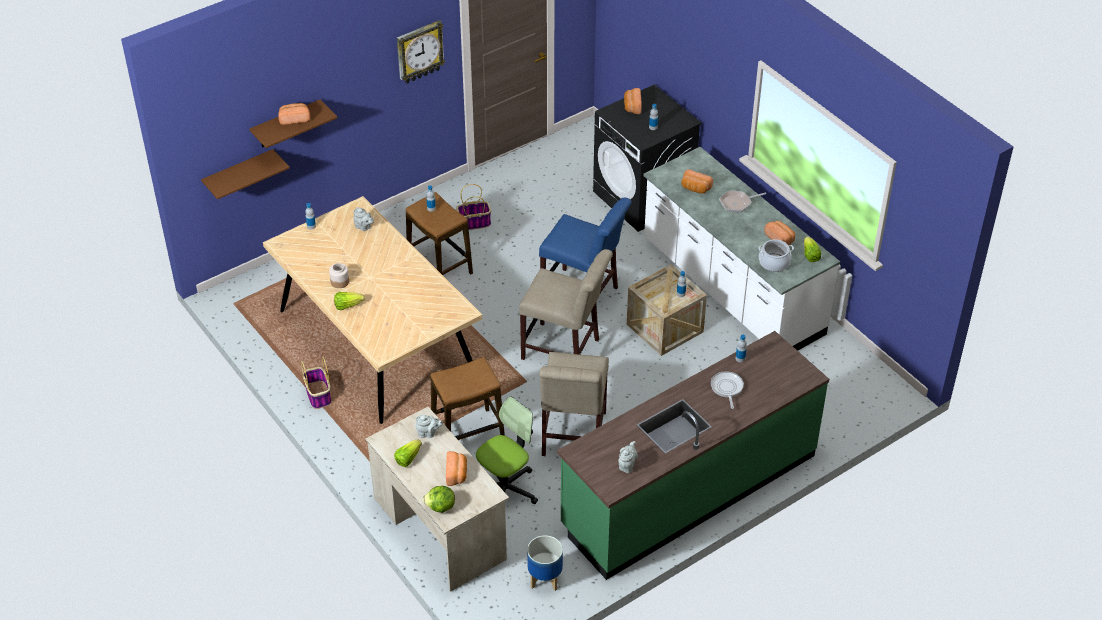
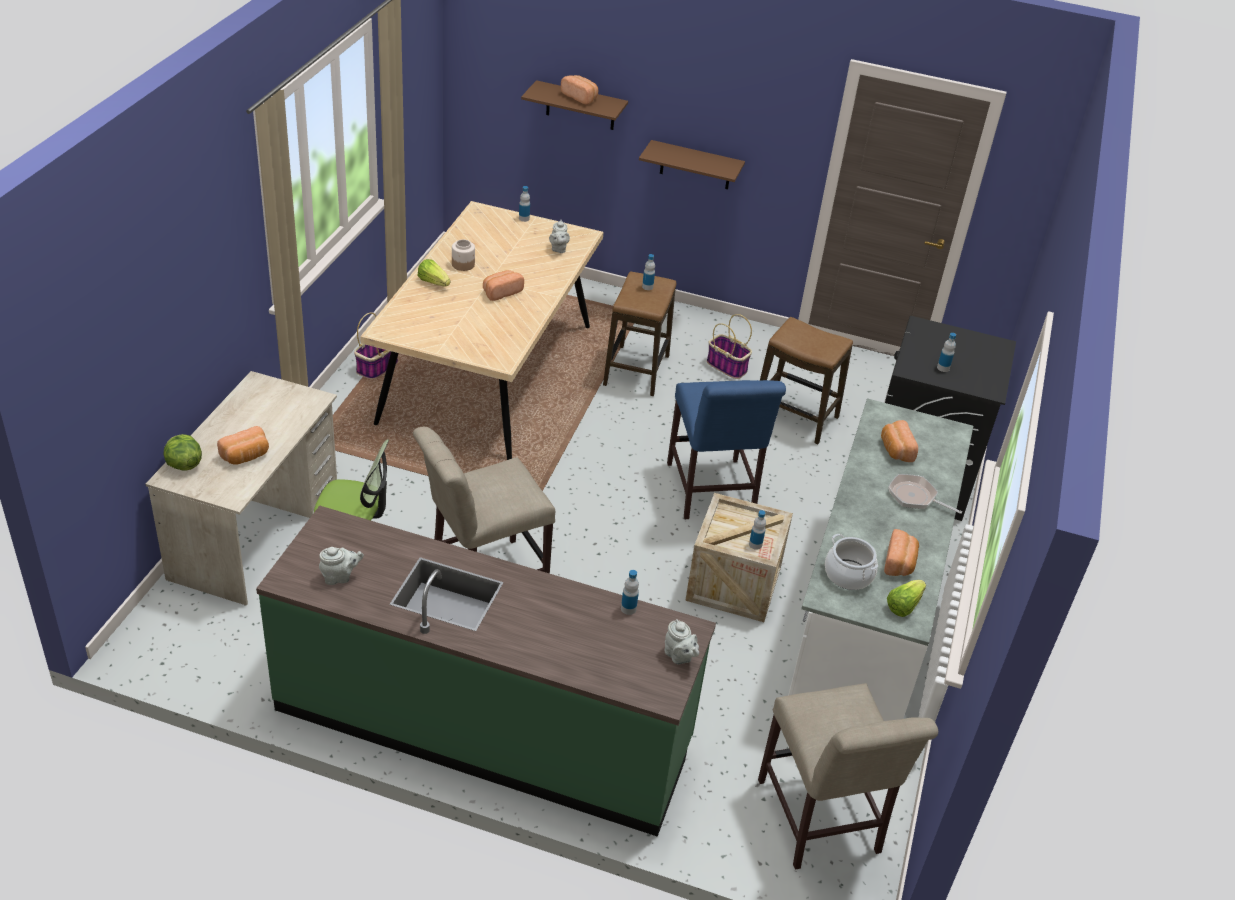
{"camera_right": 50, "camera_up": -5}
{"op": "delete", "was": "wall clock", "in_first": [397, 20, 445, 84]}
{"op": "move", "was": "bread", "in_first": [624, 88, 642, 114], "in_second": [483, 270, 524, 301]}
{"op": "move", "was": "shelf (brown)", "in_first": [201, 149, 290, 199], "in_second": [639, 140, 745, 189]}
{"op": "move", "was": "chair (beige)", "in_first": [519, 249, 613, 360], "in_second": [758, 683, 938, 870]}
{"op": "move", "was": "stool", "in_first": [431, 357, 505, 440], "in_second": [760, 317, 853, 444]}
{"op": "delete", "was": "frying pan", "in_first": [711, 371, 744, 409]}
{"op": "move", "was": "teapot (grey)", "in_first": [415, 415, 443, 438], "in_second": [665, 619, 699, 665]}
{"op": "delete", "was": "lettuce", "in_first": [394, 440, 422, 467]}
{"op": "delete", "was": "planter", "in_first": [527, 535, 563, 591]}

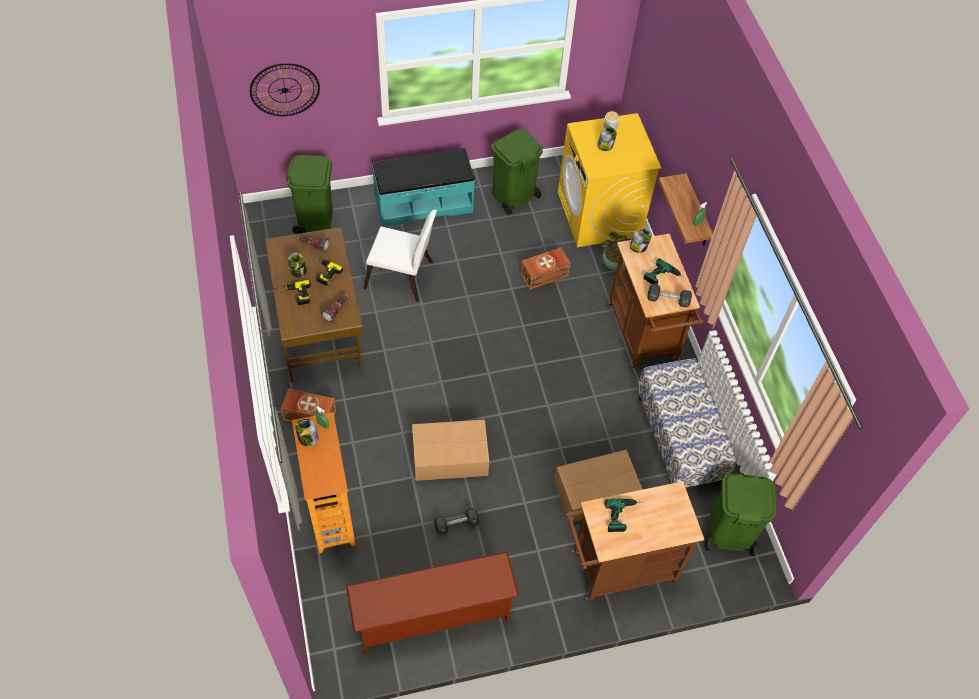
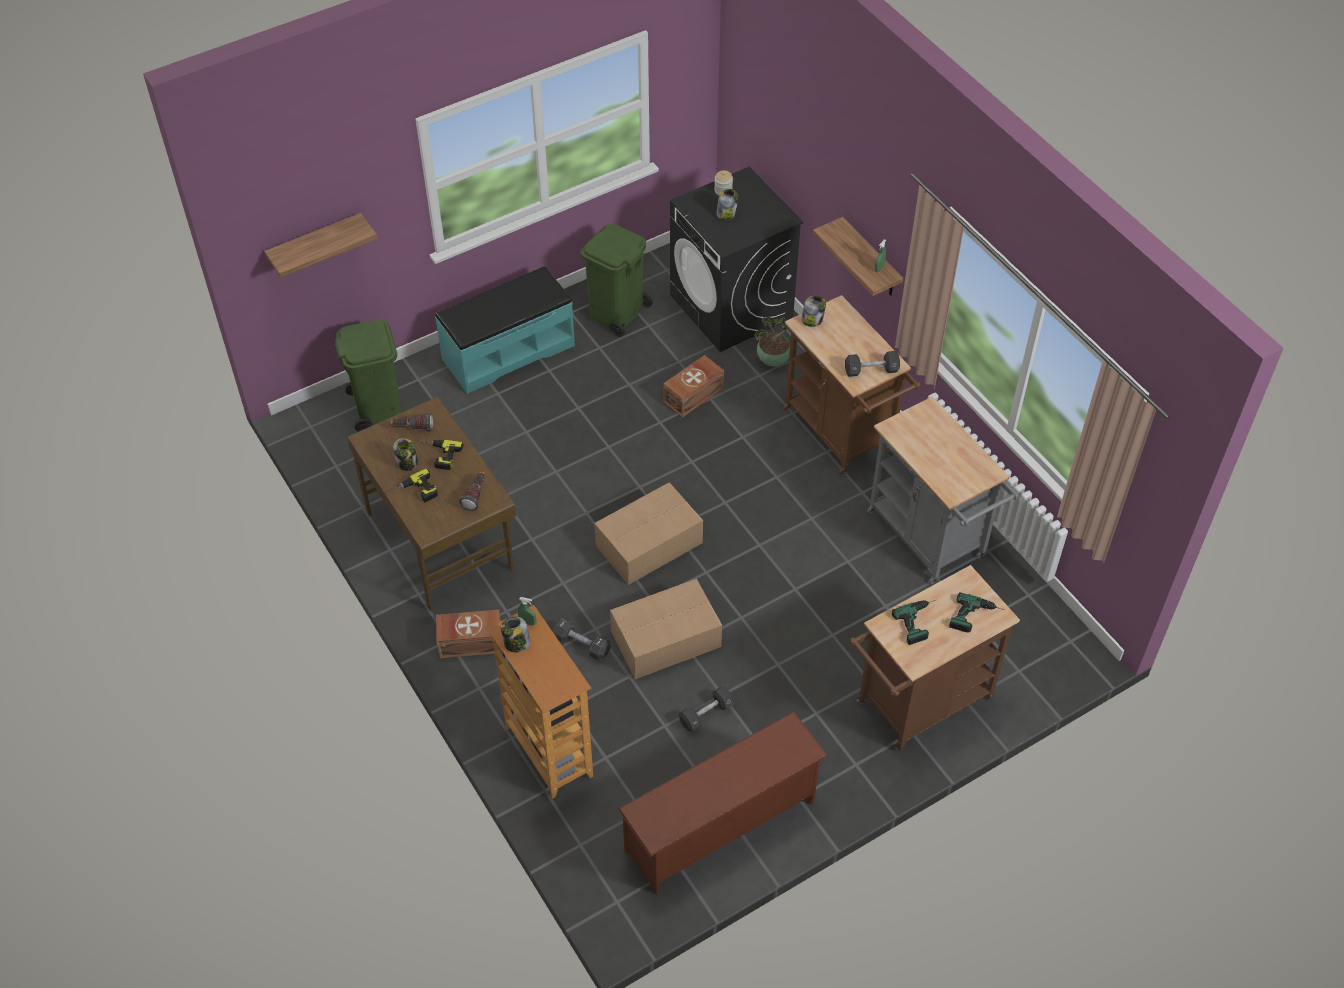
{"camera_right": -15, "camera_up": -5}
{"op": "replace", "was": "wall clock", "now": "shelf", "in_first": [250, 63, 320, 116], "in_second": [264, 213, 377, 278]}
{"op": "recolor", "was": "washing machine (yellow)", "now": "washing machine (black)", "in_first": [558, 113, 661, 247], "in_second": [670, 167, 803, 352]}
{"op": "delete", "was": "chair (white)", "in_first": [363, 210, 437, 302]}
{"op": "move", "was": "power drill", "in_first": [643, 259, 685, 285], "in_second": [949, 592, 1005, 633]}
{"op": "replace", "was": "bench", "now": "cart (grey)", "in_first": [637, 358, 737, 488], "in_second": [867, 396, 1019, 584]}
{"op": "move", "was": "cardboard box", "in_first": [554, 450, 643, 522], "in_second": [594, 482, 703, 585]}
{"op": "delete", "was": "trash can (green)", "in_first": [705, 473, 776, 557]}
{"op": "insert", "now": "dumbbell (black)", "in_second": [552, 617, 611, 660]}

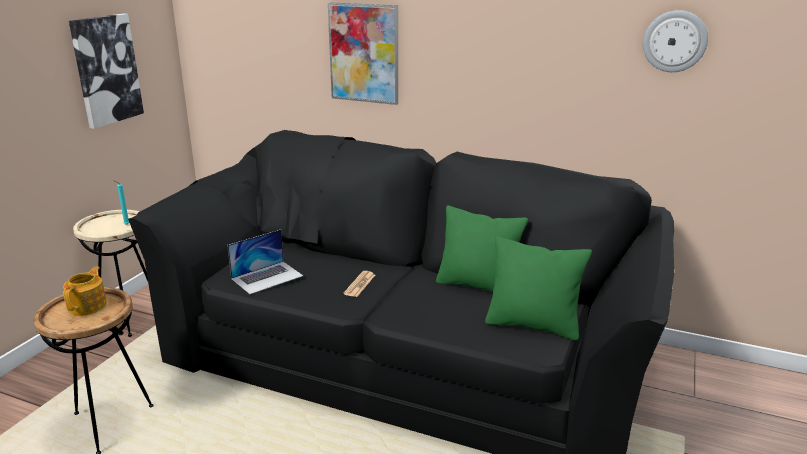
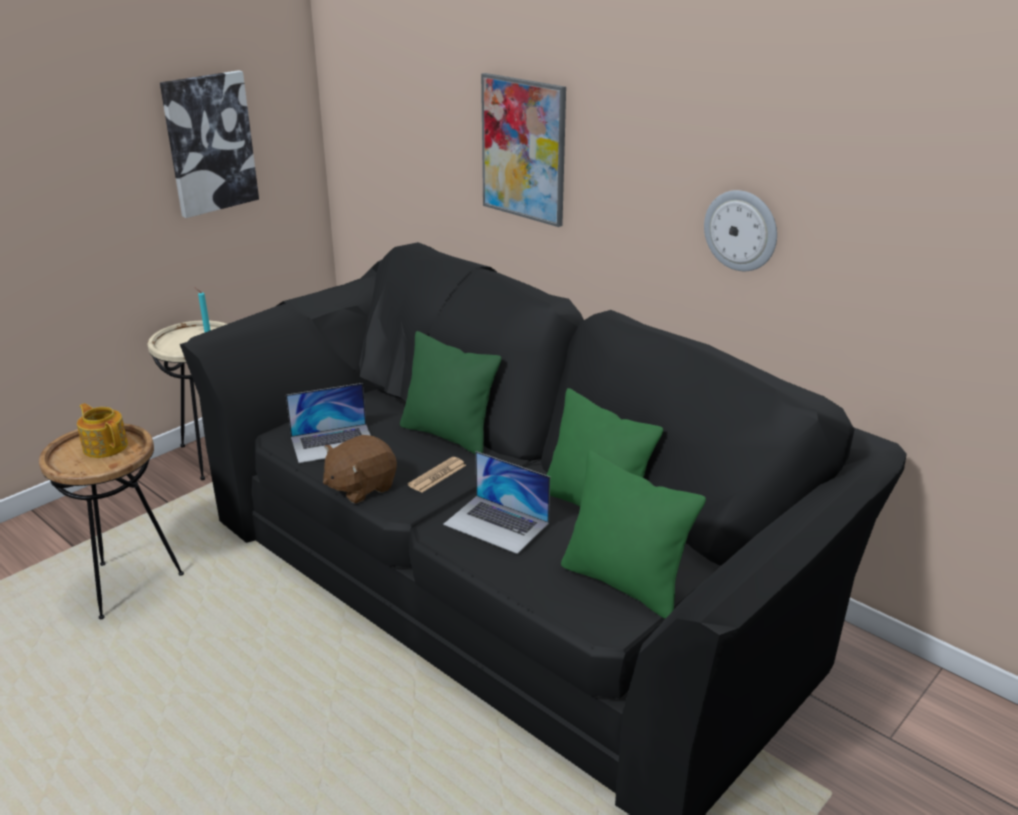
{"camera_right": 20, "camera_up": 5}
{"op": "move", "was": "wall clock", "in_first": [643, 10, 708, 72], "in_second": [704, 190, 777, 271]}
{"op": "rotate", "was": "teapot", "in_first": [63, 266, 107, 316], "in_second": [77, 403, 128, 458], "clockwise": -75}
{"op": "insert", "now": "pillow (green)", "in_second": [400, 331, 502, 454]}
{"op": "insert", "now": "plush toy (brown)", "in_second": [323, 435, 397, 504]}
{"op": "insert", "now": "laptop", "in_second": [443, 451, 550, 554]}

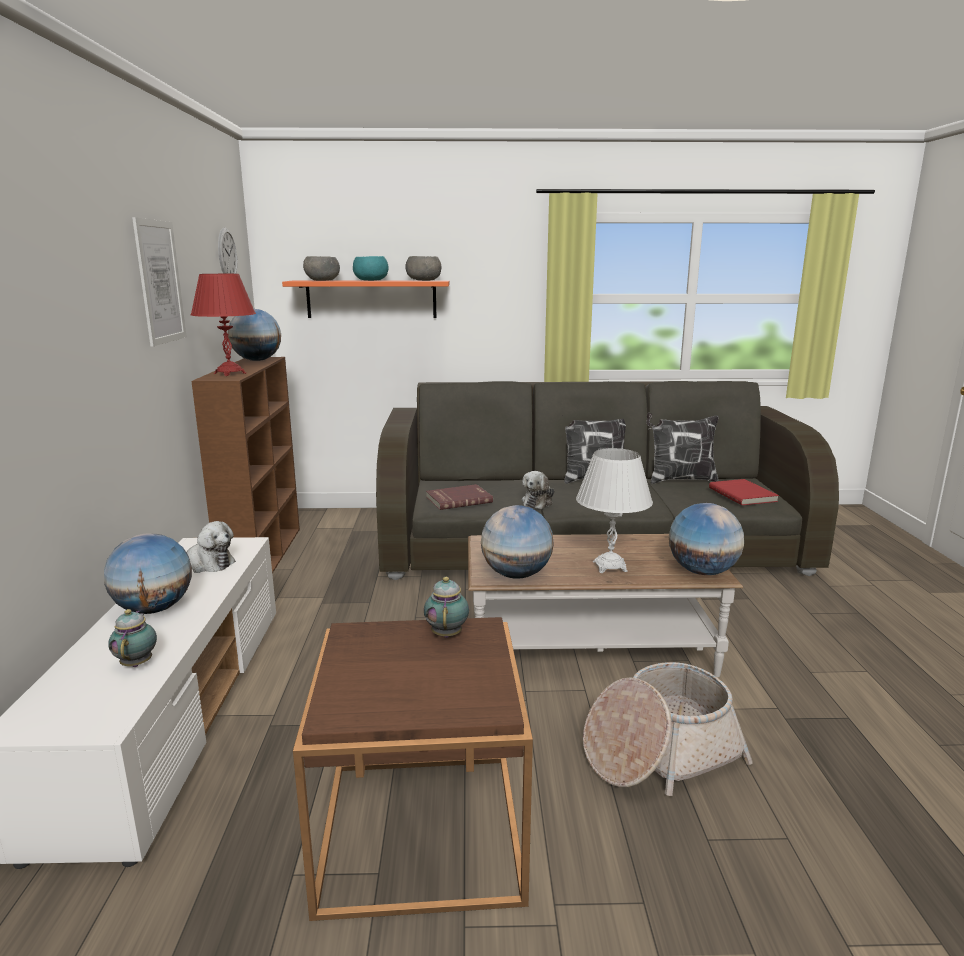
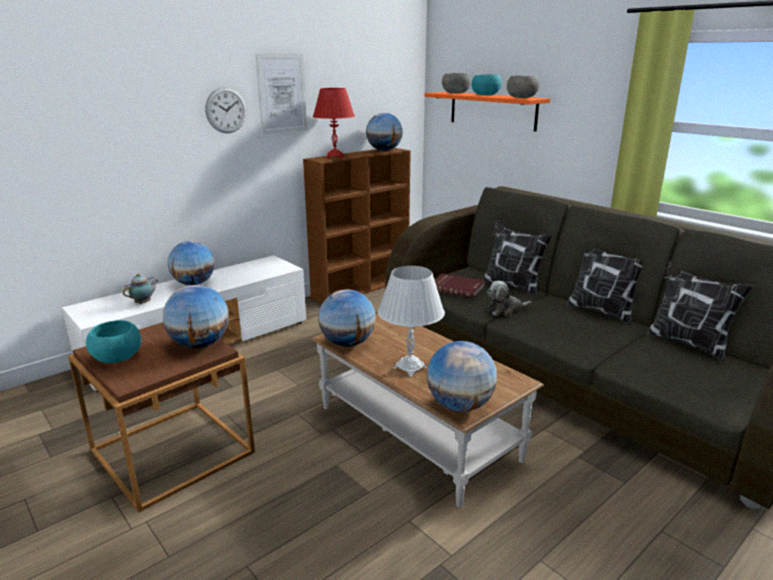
{"camera_right": 50, "camera_up": 5}
{"op": "move", "was": "wall clock", "in_first": [218, 228, 237, 274], "in_second": [205, 87, 246, 133]}
{"op": "delete", "was": "book (red)", "in_first": [709, 479, 779, 505]}
{"op": "delete", "was": "plush toy", "in_first": [187, 521, 236, 573]}
{"op": "replace", "was": "teapot", "now": "globe", "in_first": [424, 577, 469, 638], "in_second": [163, 285, 229, 348]}
{"op": "delete", "was": "basket", "in_first": [583, 662, 753, 796]}
{"op": "insert", "now": "pillow", "in_second": [482, 220, 552, 296]}
{"op": "insert", "now": "bowl (turquoise)", "in_second": [86, 320, 141, 363]}

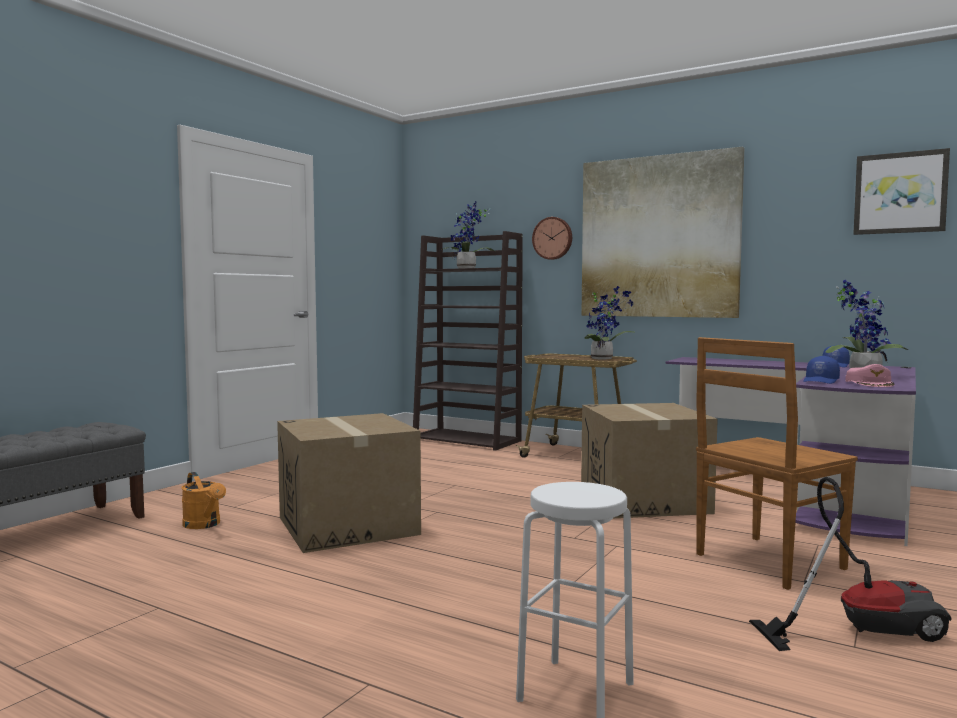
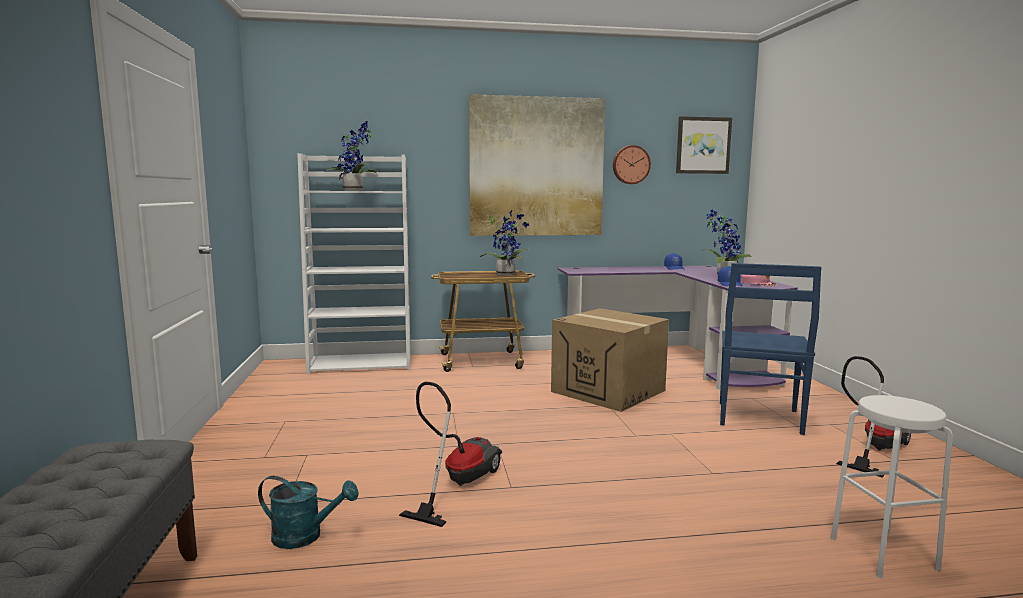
{"camera_right": -40, "camera_up": 5}
{"op": "move", "was": "wall clock", "in_first": [532, 217, 572, 260], "in_second": [613, 145, 651, 184]}
{"op": "recolor", "was": "bookcase (brown)", "now": "bookcase (white)", "in_first": [413, 231, 523, 451], "in_second": [297, 153, 411, 374]}
{"op": "recolor", "was": "chair (brown)", "now": "chair (blue)", "in_first": [696, 337, 858, 590], "in_second": [720, 263, 821, 435]}
{"op": "replace", "was": "cardboard box", "now": "vacuum cleaner", "in_first": [277, 413, 421, 553], "in_second": [399, 381, 502, 527]}
{"op": "recolor", "was": "watering can (orange)", "now": "watering can (turquoise)", "in_first": [181, 472, 226, 529], "in_second": [258, 476, 359, 549]}

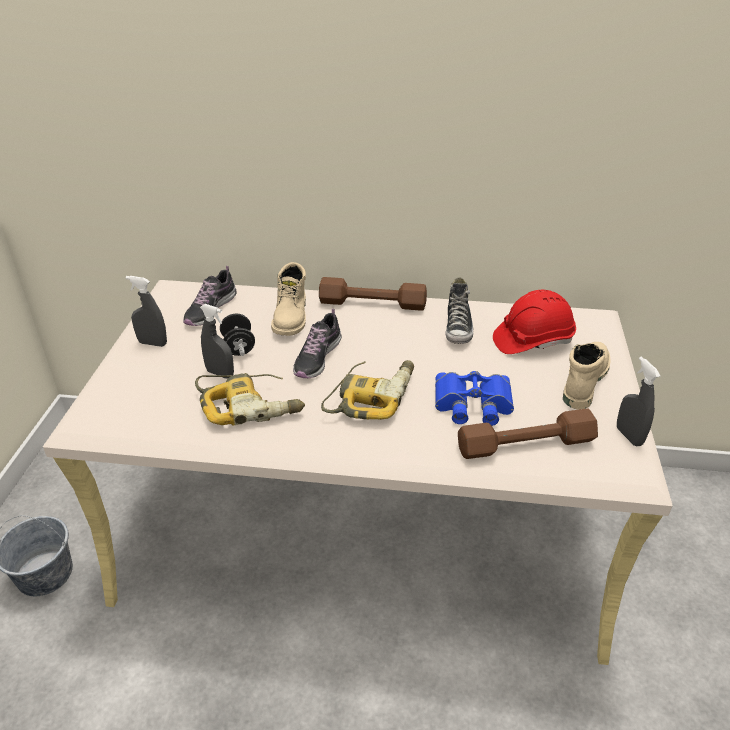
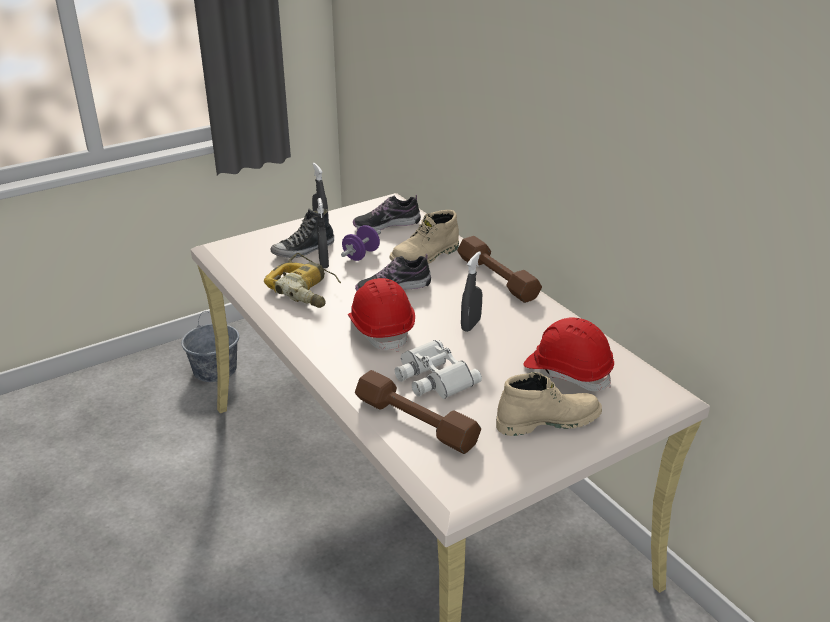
{"camera_right": 50, "camera_up": -5}
{"op": "move", "was": "shoe", "in_first": [445, 277, 473, 344], "in_second": [271, 208, 334, 258]}
{"op": "recolor", "was": "dumbbell (black)", "now": "dumbbell (purple)", "in_first": [220, 314, 255, 356], "in_second": [341, 225, 381, 261]}
{"op": "move", "was": "spray bottle (grey)", "in_first": [617, 356, 660, 446], "in_second": [461, 251, 482, 332]}
{"op": "replace", "was": "power drill", "now": "hard hat (red)", "in_first": [321, 360, 414, 420], "in_second": [348, 278, 415, 352]}
{"op": "recolor", "was": "binoculars (blue)", "now": "binoculars (white)", "in_first": [435, 371, 514, 426], "in_second": [395, 340, 482, 399]}

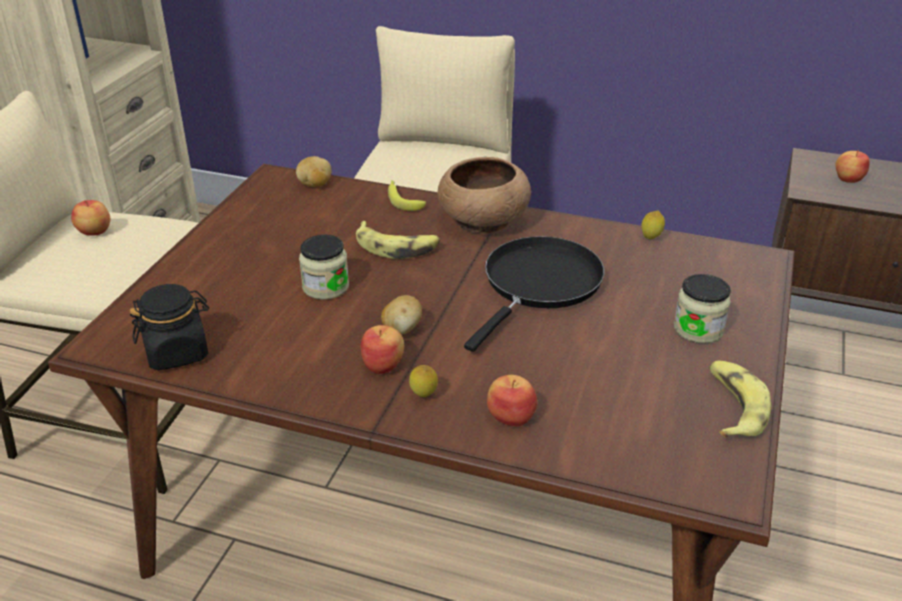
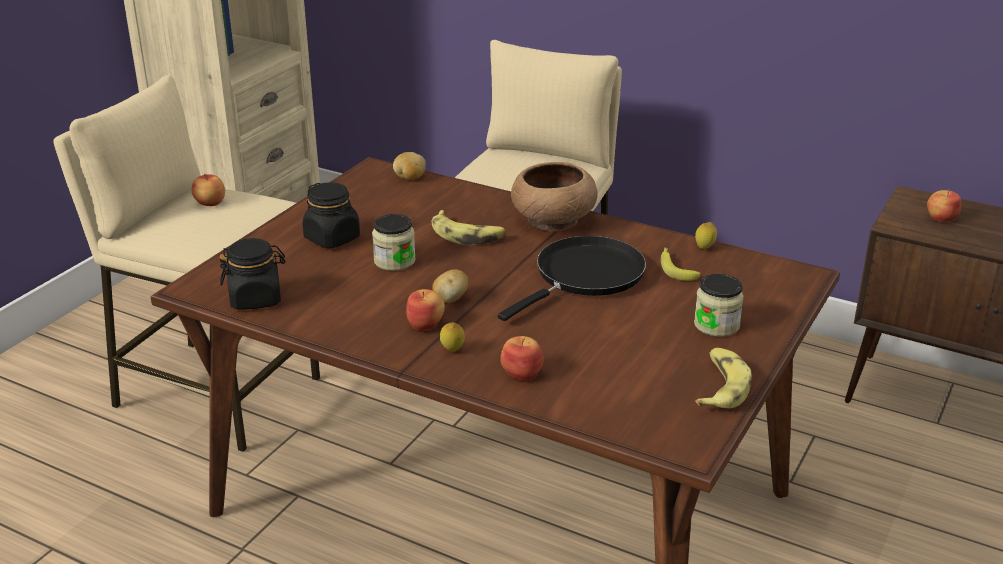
{"camera_right": 10, "camera_up": -5}
{"op": "move", "was": "banana", "in_first": [388, 180, 426, 211], "in_second": [661, 247, 700, 281]}
{"op": "insert", "now": "jar (black)", "in_second": [302, 182, 360, 248]}

